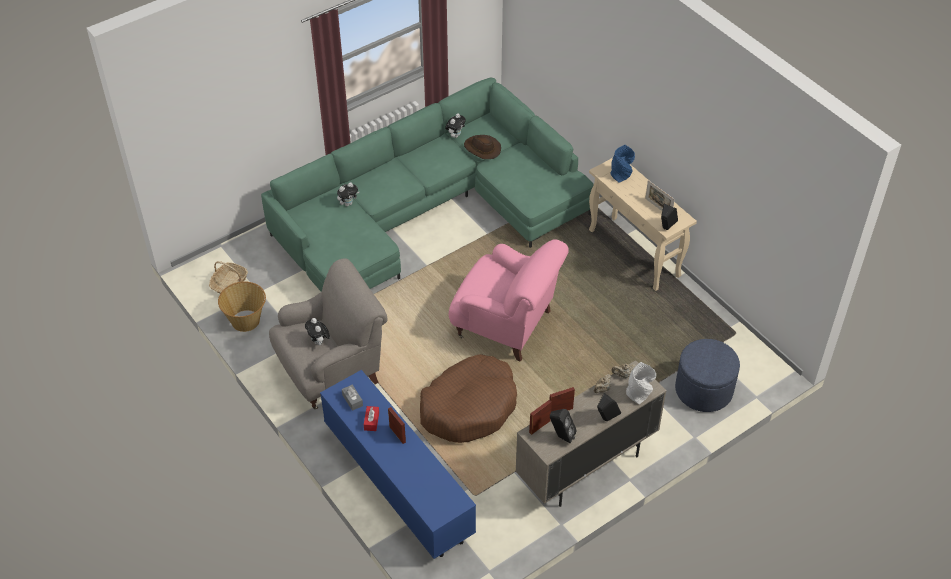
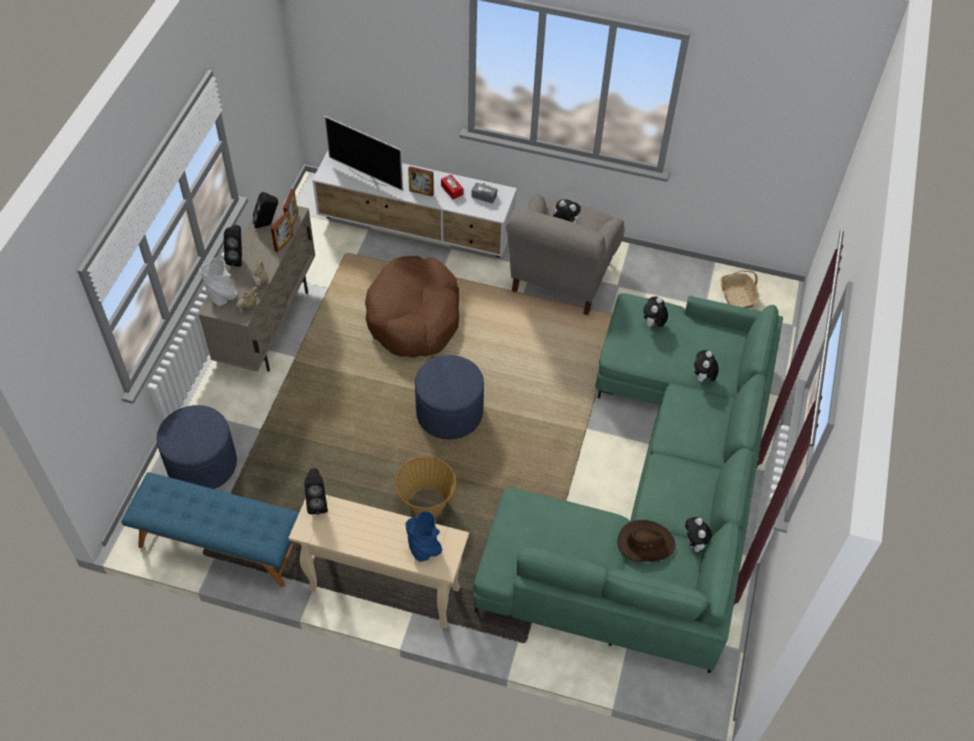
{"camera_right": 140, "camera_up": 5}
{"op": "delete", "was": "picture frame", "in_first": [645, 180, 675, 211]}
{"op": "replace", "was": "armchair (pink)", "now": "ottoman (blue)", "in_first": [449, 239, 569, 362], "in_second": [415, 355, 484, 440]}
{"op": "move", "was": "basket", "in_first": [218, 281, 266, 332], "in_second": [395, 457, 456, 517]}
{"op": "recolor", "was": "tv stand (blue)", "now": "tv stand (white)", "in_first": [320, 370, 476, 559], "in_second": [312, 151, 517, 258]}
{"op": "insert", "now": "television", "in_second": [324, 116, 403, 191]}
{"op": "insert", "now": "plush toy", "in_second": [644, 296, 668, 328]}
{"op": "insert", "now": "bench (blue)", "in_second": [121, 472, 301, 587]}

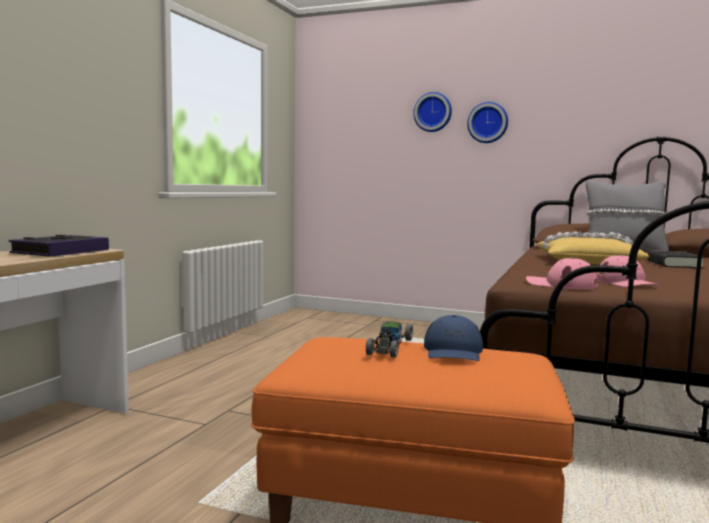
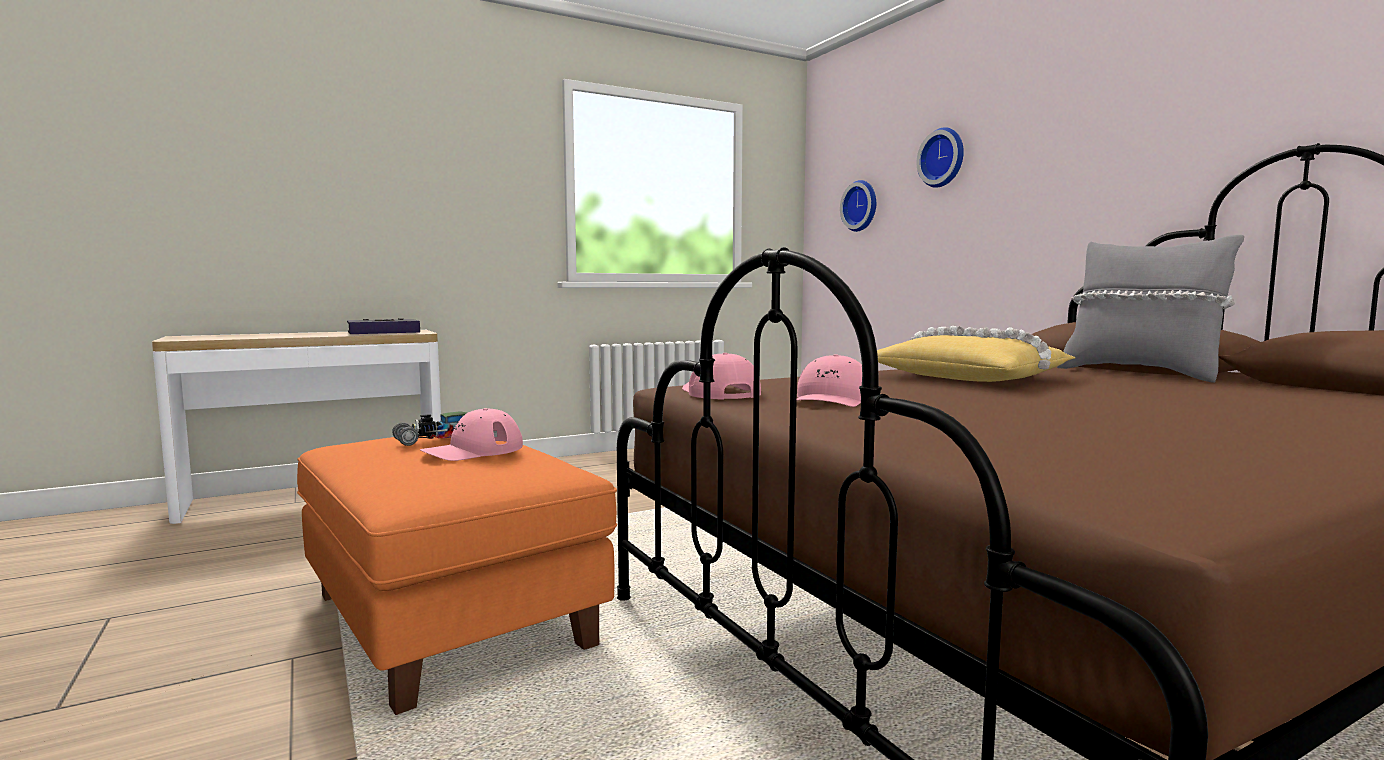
{"camera_right": 40, "camera_up": 0}
{"op": "move", "was": "wall clock", "in_first": [467, 102, 508, 143], "in_second": [840, 180, 876, 232]}
{"op": "delete", "was": "book (black)", "in_first": [647, 250, 705, 268]}
{"op": "recolor", "was": "cap (blue)", "now": "cap (pink)", "in_first": [424, 315, 483, 361], "in_second": [420, 408, 523, 461]}

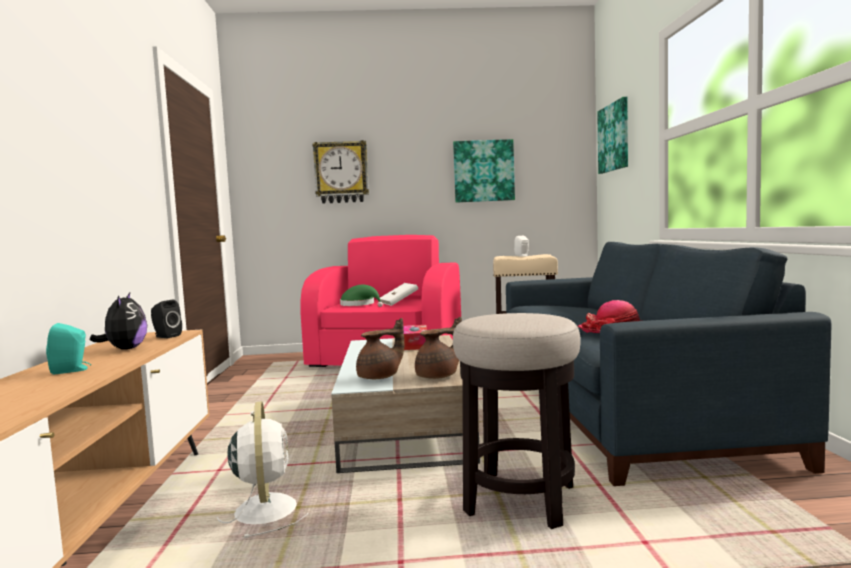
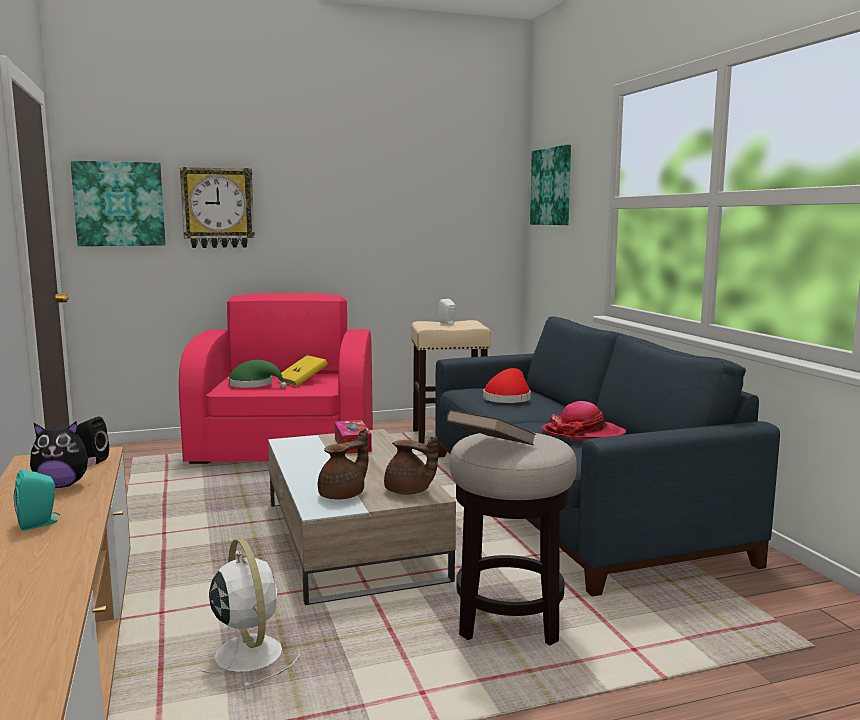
{"camera_right": -15, "camera_up": 5}
{"op": "move", "was": "picture", "in_first": [453, 139, 515, 203], "in_second": [71, 161, 165, 246]}
{"op": "recolor", "was": "book (white)", "now": "book (yellow)", "in_first": [380, 283, 418, 306], "in_second": [278, 355, 328, 387]}
{"op": "rotate", "was": "plush toy", "in_first": [90, 293, 147, 350], "in_second": [30, 421, 97, 488], "clockwise": 105}
{"op": "rotate", "was": "teapot (brown)", "in_first": [415, 317, 462, 379], "in_second": [384, 436, 438, 495], "clockwise": 75}
{"op": "insert", "now": "hat (red)", "in_second": [483, 368, 531, 403]}
{"op": "insert", "now": "book (brown)", "in_second": [447, 410, 536, 445]}

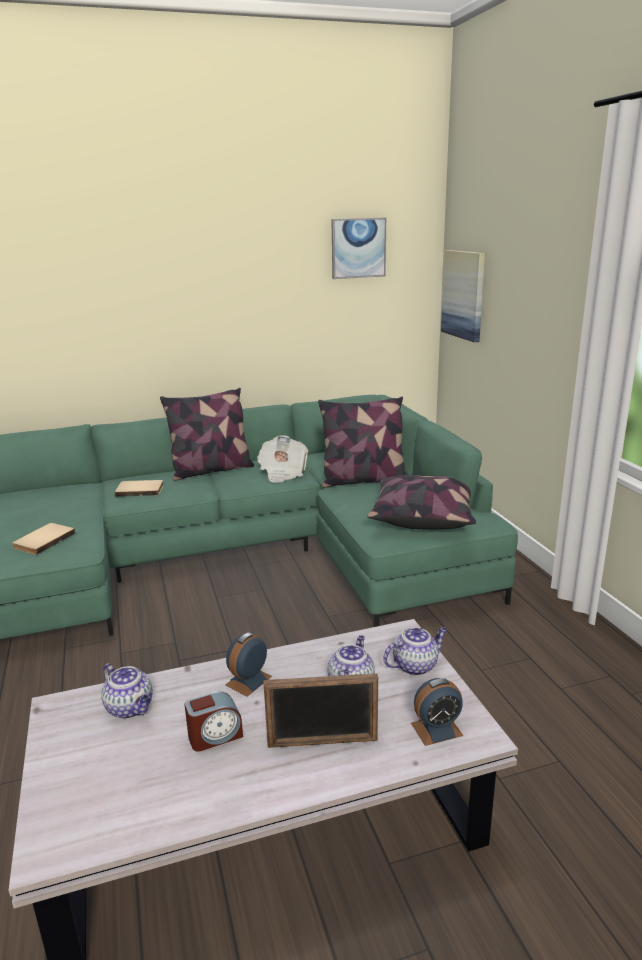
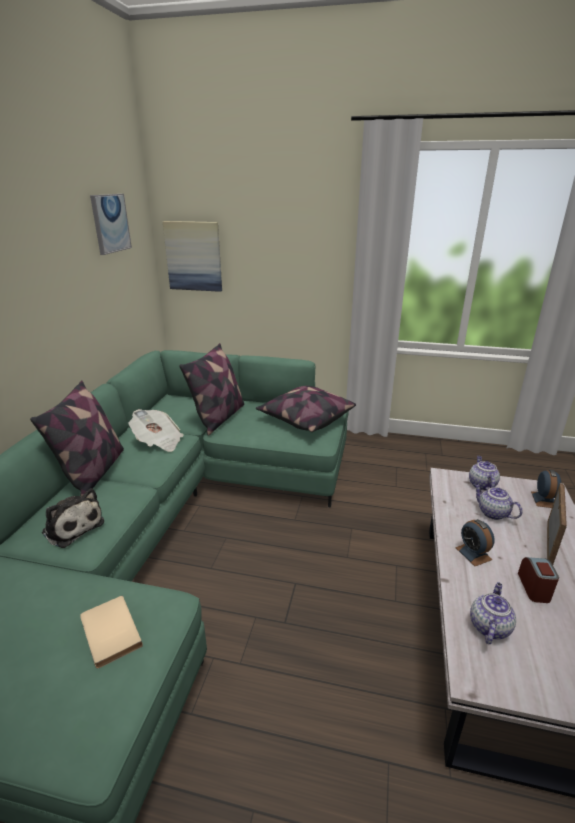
{"camera_right": -60, "camera_up": 5}
{"op": "replace", "was": "book (beige)", "now": "plush toy", "in_first": [114, 480, 164, 497], "in_second": [42, 488, 104, 548]}
{"op": "rotate", "was": "teapot", "in_first": [102, 663, 153, 719], "in_second": [470, 582, 516, 644], "clockwise": -45}

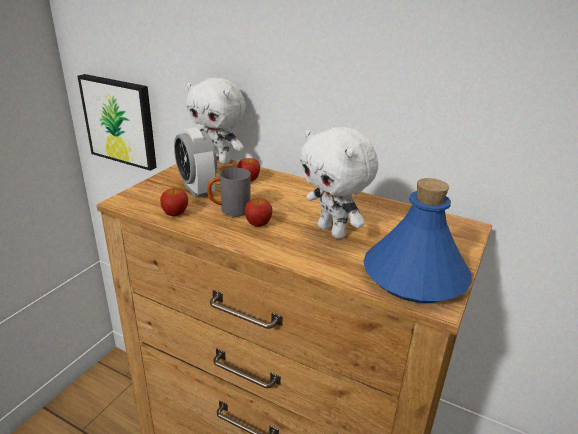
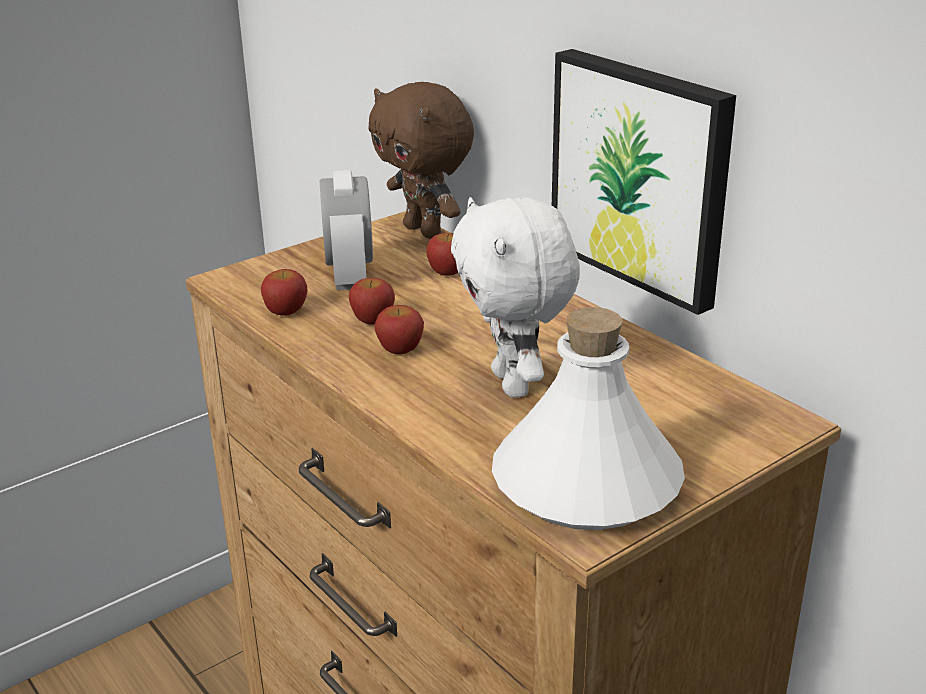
{"camera_right": 25, "camera_up": 0}
{"op": "move", "was": "picture", "in_first": [77, 74, 157, 171], "in_second": [552, 49, 736, 315]}
{"op": "recolor", "was": "plush toy (white)", "now": "plush toy (brown)", "in_first": [186, 78, 246, 164], "in_second": [368, 82, 474, 239]}
{"op": "replace", "was": "mug (grey)", "now": "apple", "in_first": [207, 168, 251, 216], "in_second": [349, 278, 395, 325]}
{"op": "recolor", "was": "bottle (blue)", "now": "bottle (white)", "in_first": [363, 178, 472, 303], "in_second": [492, 307, 685, 530]}

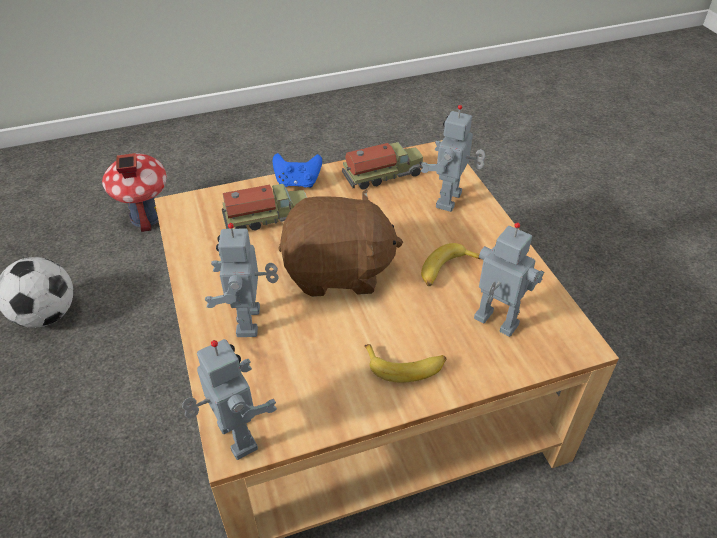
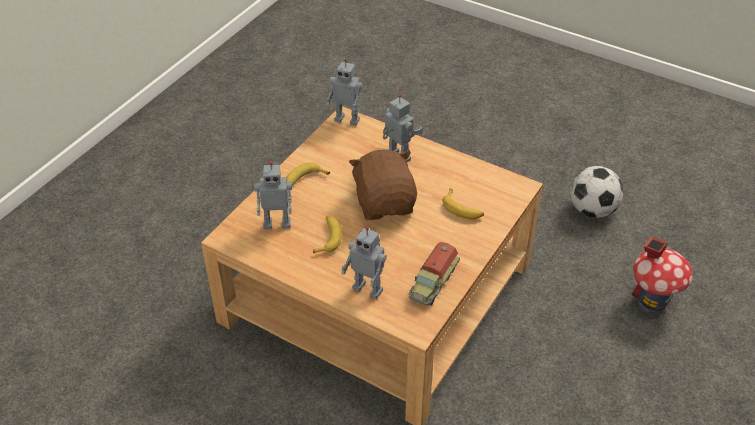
{"camera_right": 140, "camera_up": 0}
{"op": "rotate", "was": "toy robot", "in_first": [421, 105, 486, 212], "in_second": [341, 227, 387, 299], "clockwise": 135}
{"op": "delete", "was": "game controller (blue)", "in_first": [273, 153, 322, 188]}
{"op": "replace", "was": "toy truck", "now": "banana", "in_first": [222, 184, 307, 230], "in_second": [443, 189, 484, 219]}
{"op": "rotate", "was": "plush toy (brown)", "in_first": [278, 189, 403, 297], "in_second": [349, 149, 417, 220], "clockwise": 120}

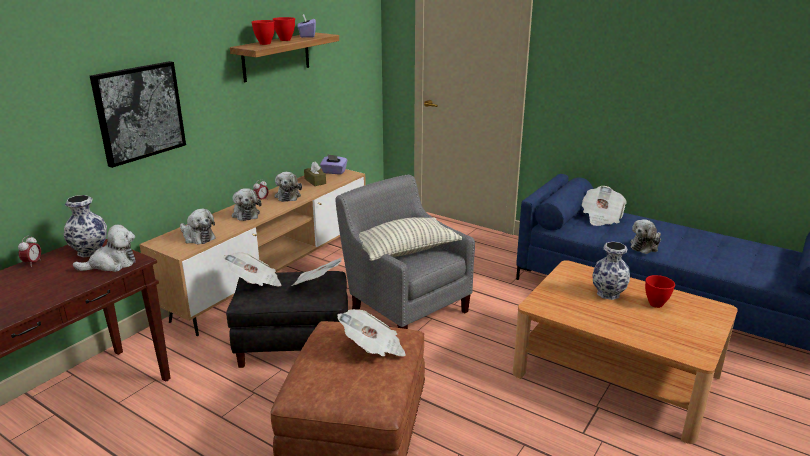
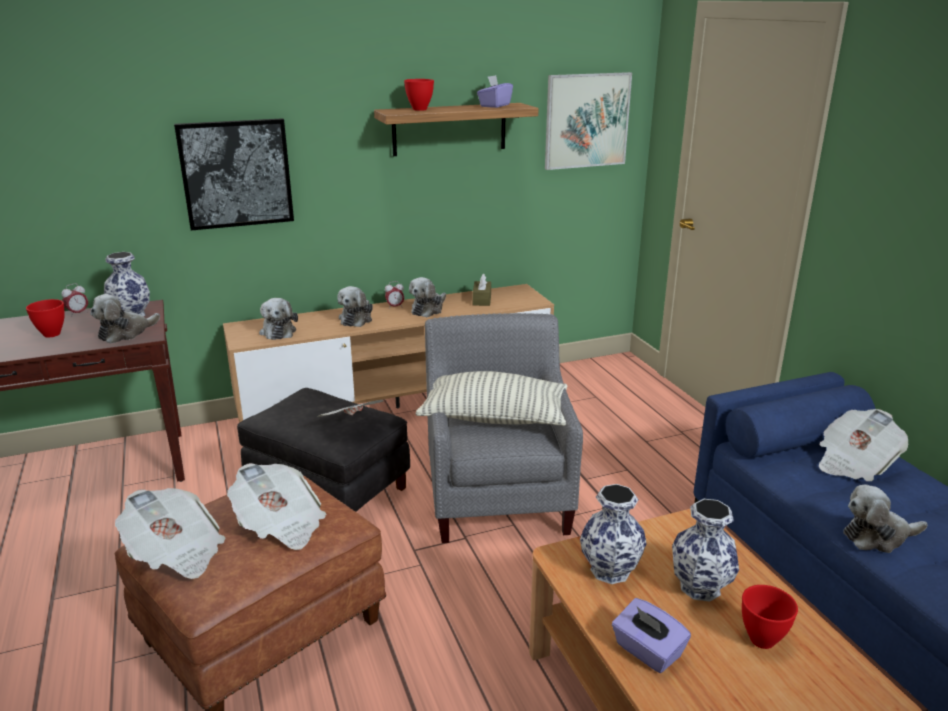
{"camera_right": 35, "camera_up": 0}
{"op": "move", "was": "bowl (red)", "in_first": [273, 17, 295, 41], "in_second": [26, 299, 65, 337]}
{"op": "move", "was": "tissue box (purple)", "in_first": [320, 154, 347, 174], "in_second": [612, 598, 691, 673]}
{"op": "rotate", "was": "plush toy", "in_first": [73, 224, 136, 272], "in_second": [90, 294, 160, 344], "clockwise": 120}
{"op": "move", "was": "newspaper", "in_first": [223, 253, 282, 286], "in_second": [115, 488, 226, 579]}
{"op": "insert", "now": "picture", "in_second": [545, 72, 632, 170]}
{"op": "insert", "now": "vase", "in_second": [580, 484, 647, 584]}

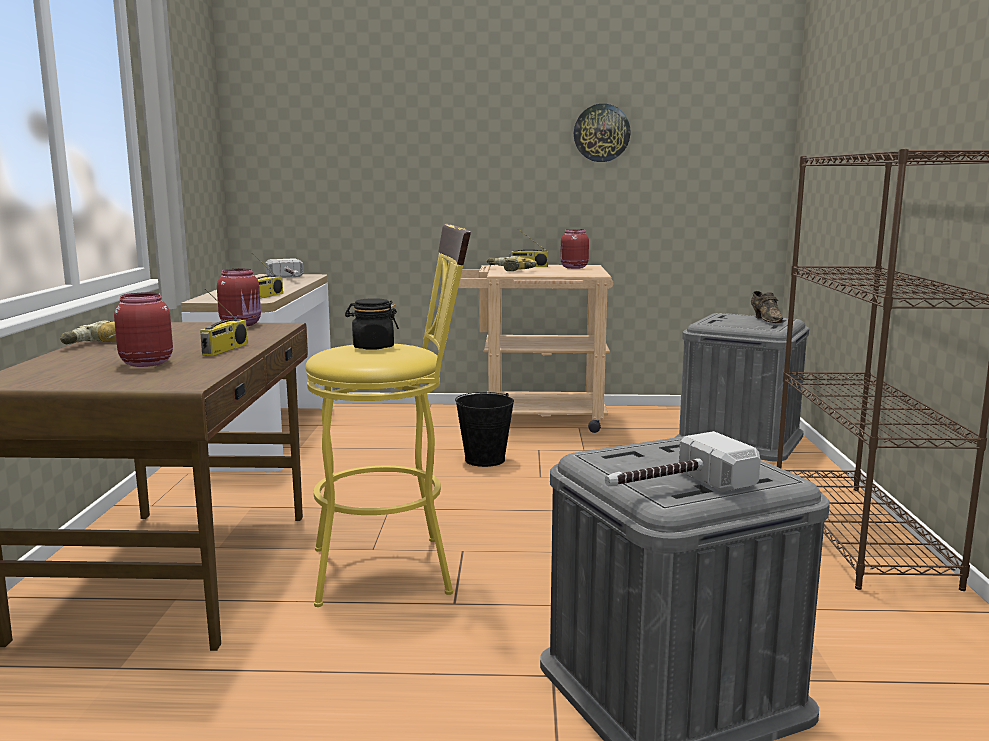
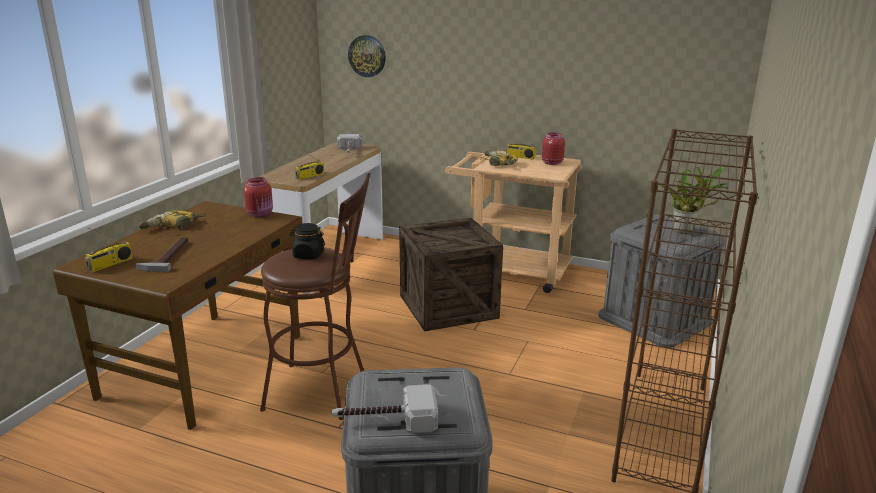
{"camera_right": 20, "camera_up": 10}
{"op": "move", "was": "wall clock", "in_first": [574, 104, 631, 162], "in_second": [348, 35, 386, 77]}
{"op": "recolor", "was": "stool (yellow)", "now": "stool (brown)", "in_first": [305, 223, 471, 607], "in_second": [260, 173, 371, 420]}
{"op": "move", "was": "radio", "in_first": [200, 289, 248, 356], "in_second": [85, 228, 133, 272]}
{"op": "replace", "was": "shoe (brown)", "now": "potted plant", "in_first": [751, 291, 783, 323], "in_second": [649, 166, 727, 234]}
{"op": "replace", "was": "jar (red)", "now": "hammer", "in_first": [114, 292, 173, 367], "in_second": [136, 237, 188, 272]}
{"op": "replace", "was": "bucket (black)", "now": "crate", "in_first": [455, 392, 514, 467], "in_second": [399, 218, 503, 331]}

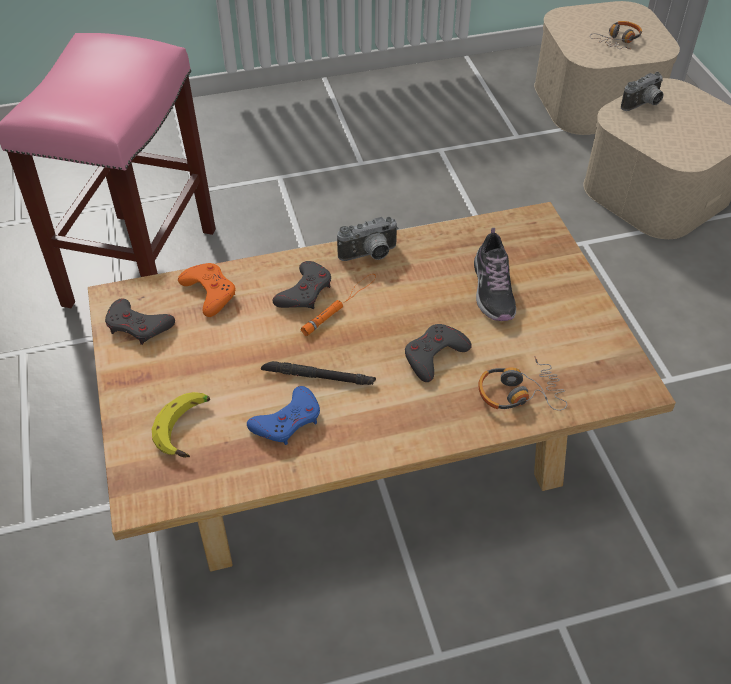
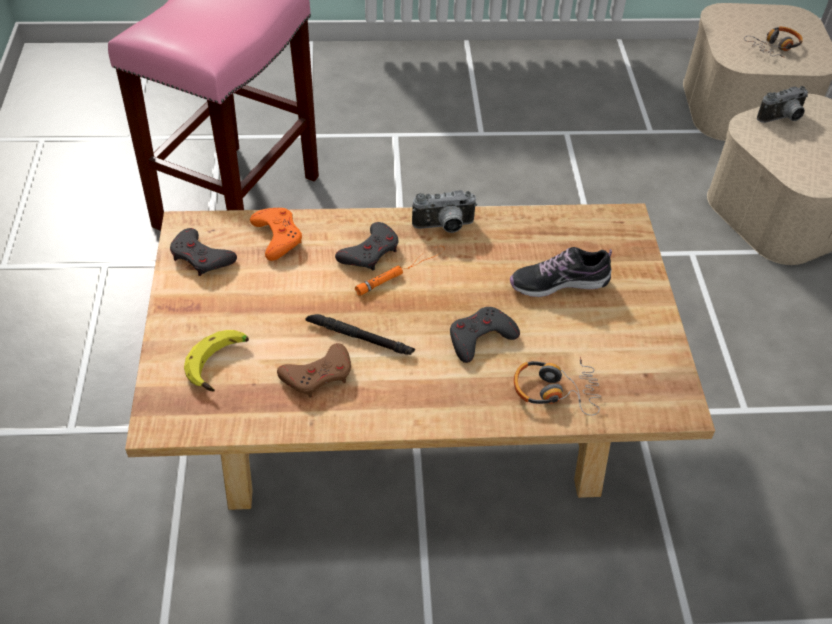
{"camera_right": 10, "camera_up": 0}
{"op": "rotate", "was": "shoe", "in_first": [474, 228, 516, 321], "in_second": [510, 247, 612, 297], "clockwise": 75}
{"op": "recolor", "was": "game controller (blue)", "now": "game controller (brown)", "in_first": [247, 386, 320, 445], "in_second": [277, 343, 351, 398]}

